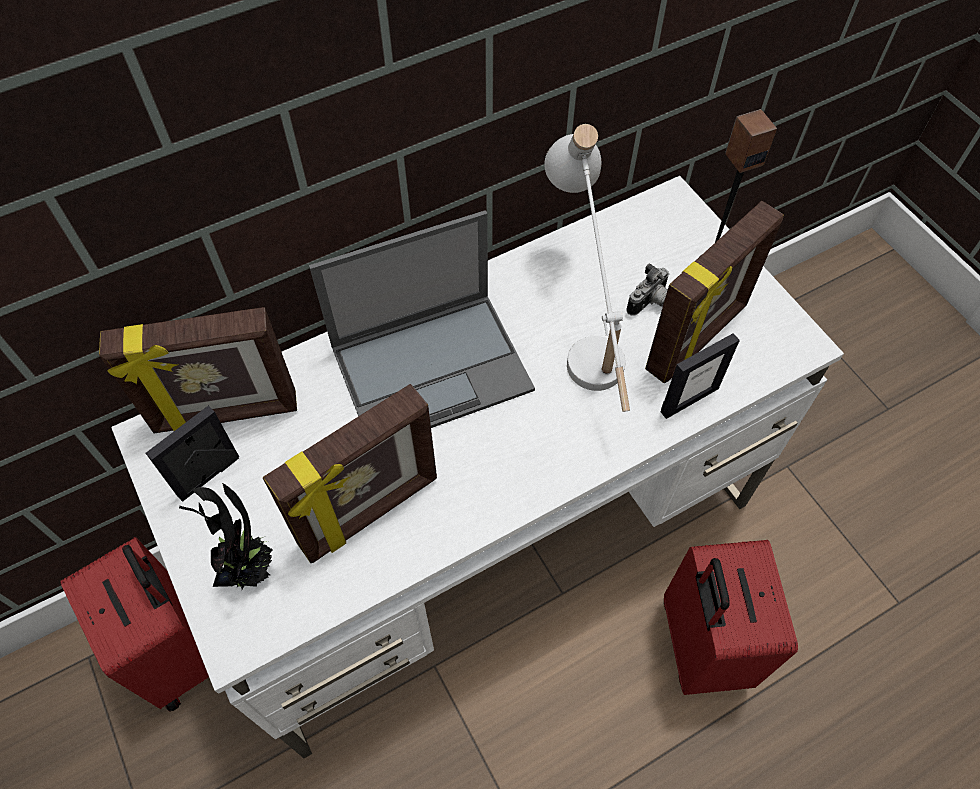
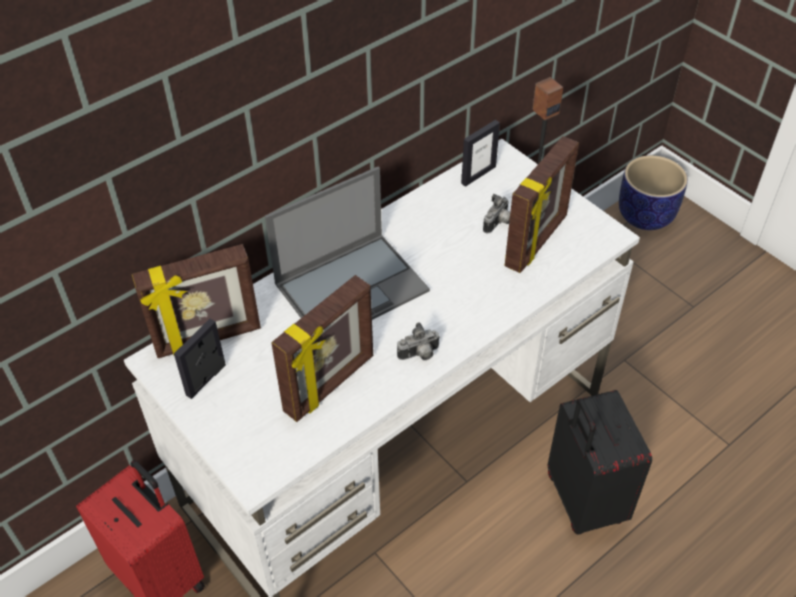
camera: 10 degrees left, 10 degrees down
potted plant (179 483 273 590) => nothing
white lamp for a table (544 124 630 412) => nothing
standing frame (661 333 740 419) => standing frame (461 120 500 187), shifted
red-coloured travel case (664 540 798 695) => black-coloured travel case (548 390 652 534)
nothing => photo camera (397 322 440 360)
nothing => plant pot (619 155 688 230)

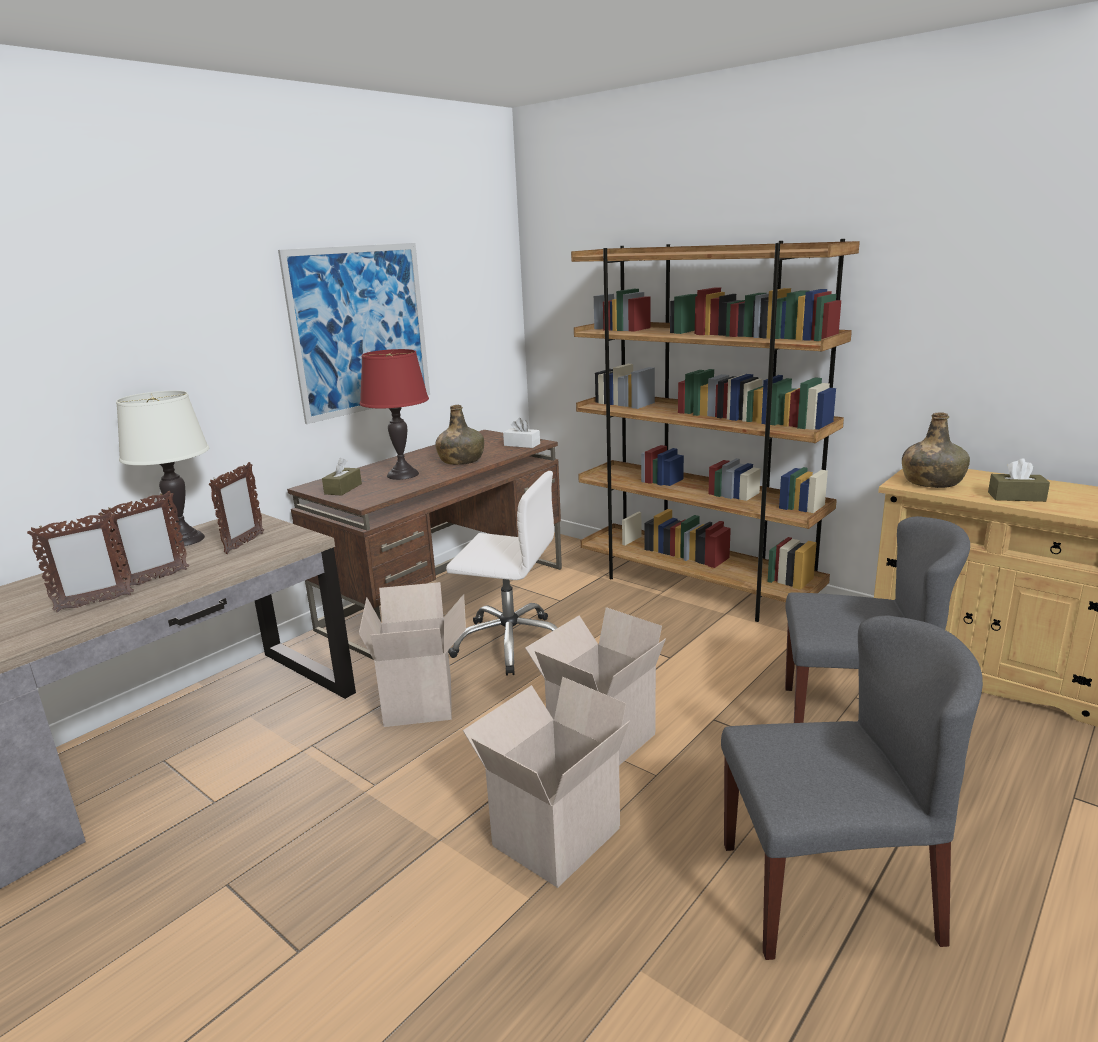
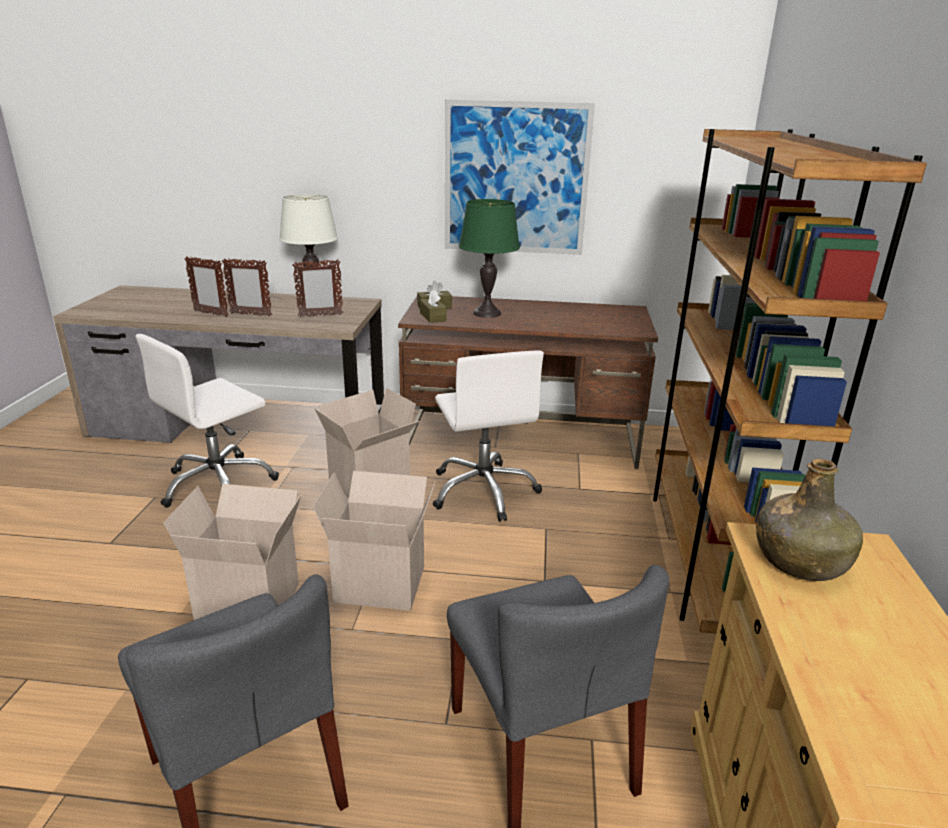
camera: 55 degrees right, 5 degrees up
red-coloured lamp for a table (360 349 429 480) => green lamp for a table (459 199 520 318)
green drink bottle (435 405 484 465) => nothing
white box of tissues (503 418 540 448) => nothing
brown box of tissues (988 458 1050 502) => brown box of tissues (420 290 447 323), shifted
nothing => white office chair (136 334 279 508)

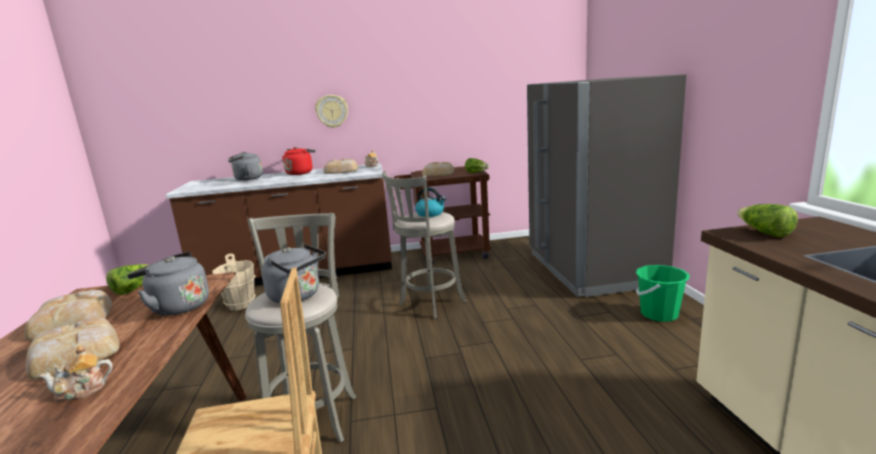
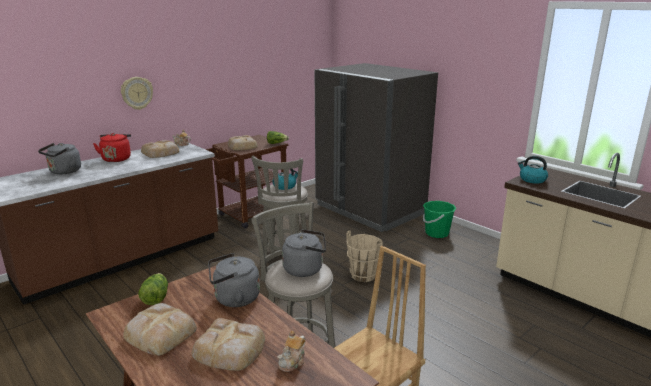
camera: 35 degrees left, 5 degrees up
beige-coloured water bucket (212 253 256 311) => beige-coloured water bucket (346 230 383 282), shifted
lettuce head (737 204 798 238) => water kettle (518 156 548 184)

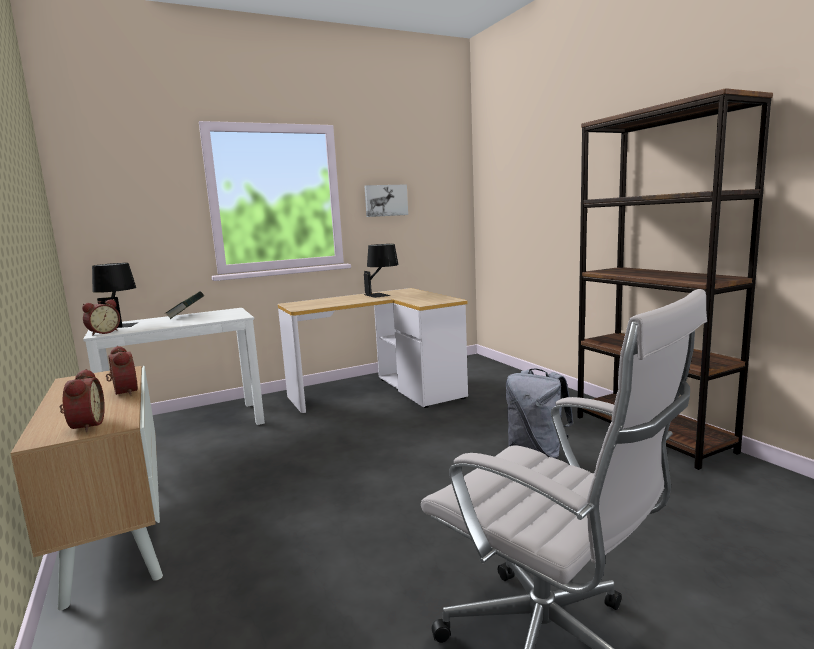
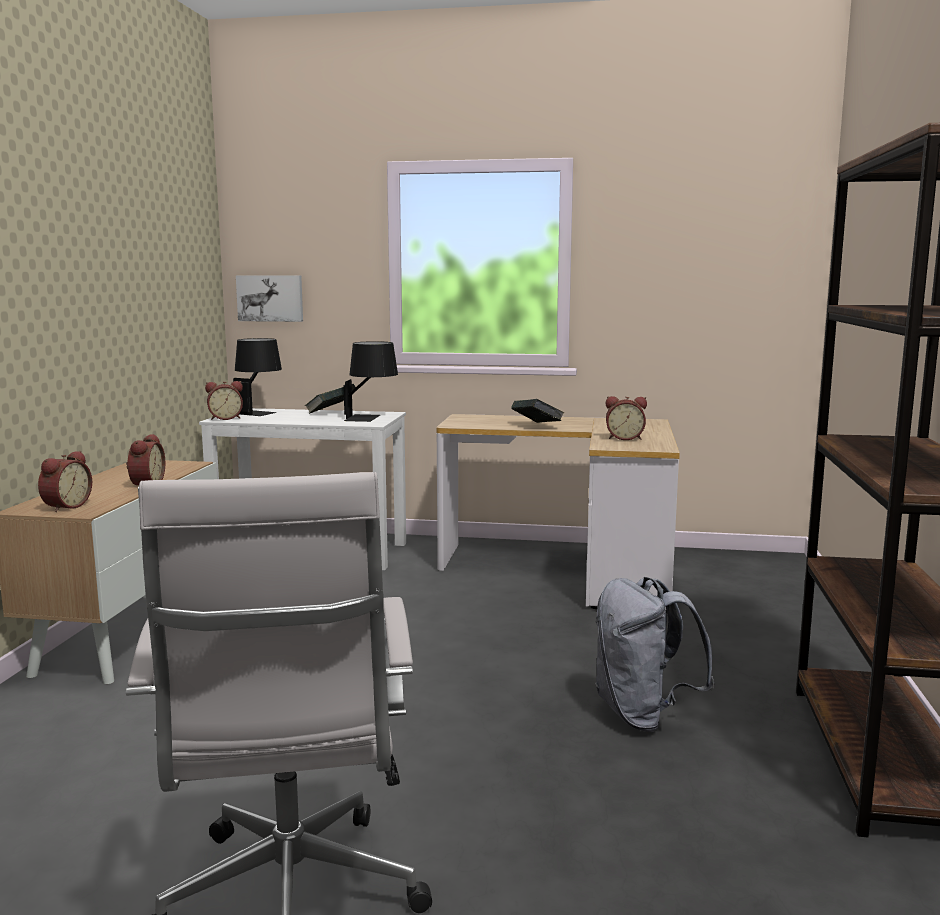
camera: 35 degrees right, 0 degrees up
black-coloured lamp for a table (364 244 399 298) => black-coloured lamp for a table (344 341 398 422), shifted
wall art (365 184 408 217) => wall art (236 276 303 322), shifted
nothing => volume (511 399 564 423)
nothing => table clock (606 396 647 440)

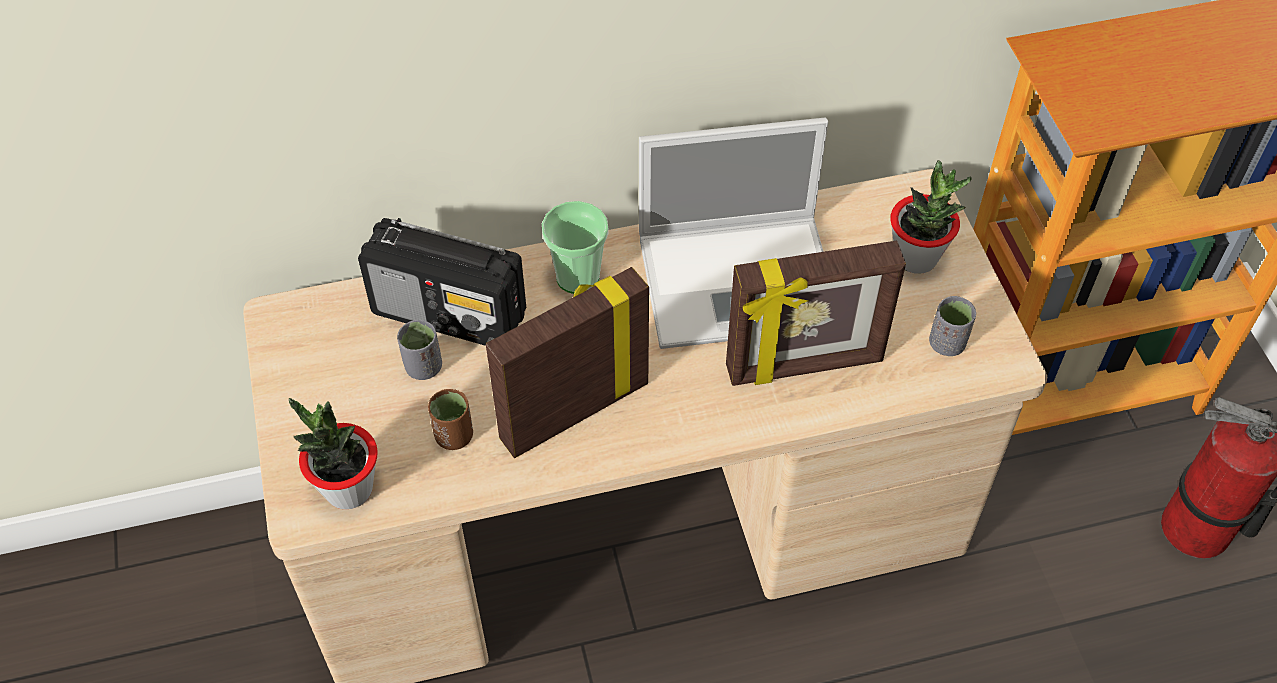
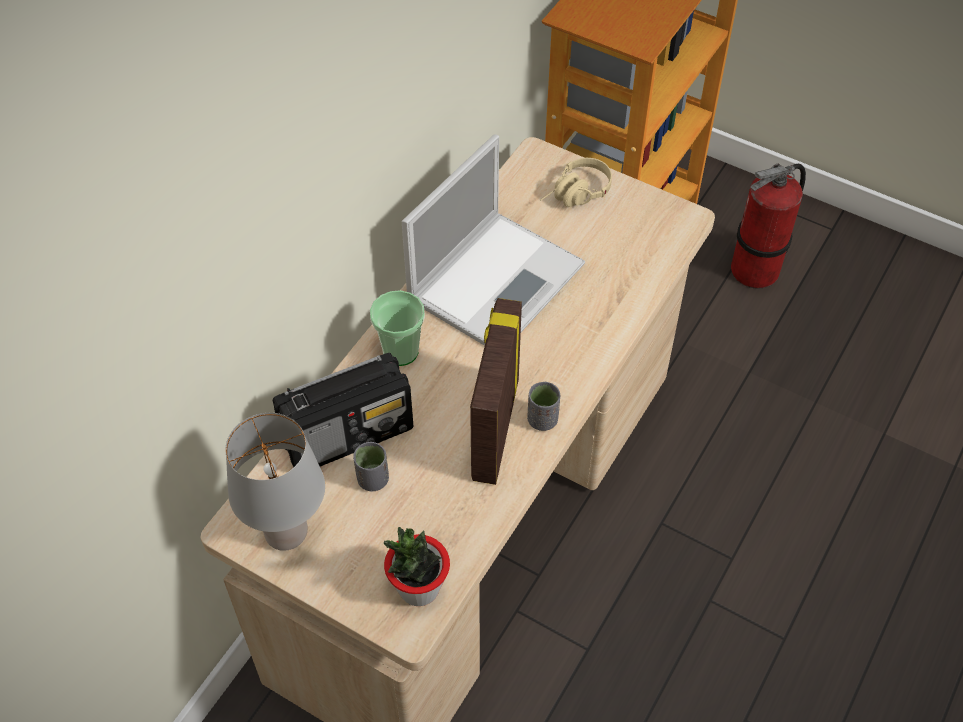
camera: 45 degrees left, 0 degrees up
brown drinking cup (428 389 473 450) => nothing
standing frame (726 241 906 386) => nothing
potted plant (890 160 972 274) => beige-coloured pair of headphones (540 158 612 207)
gray drinking cup (929 296 976 356) => gray drinking cup (527 382 560 431), shifted
nothing => gray lamp for a table (225 413 325 551)

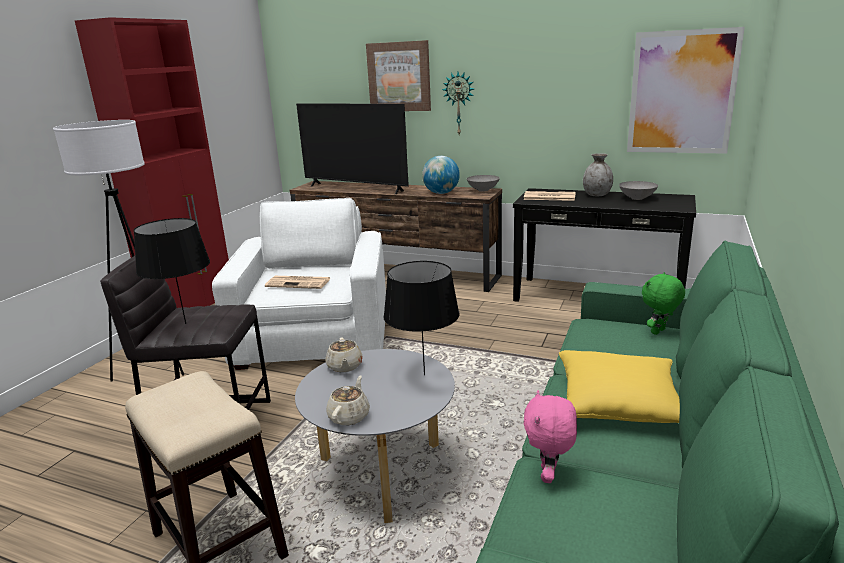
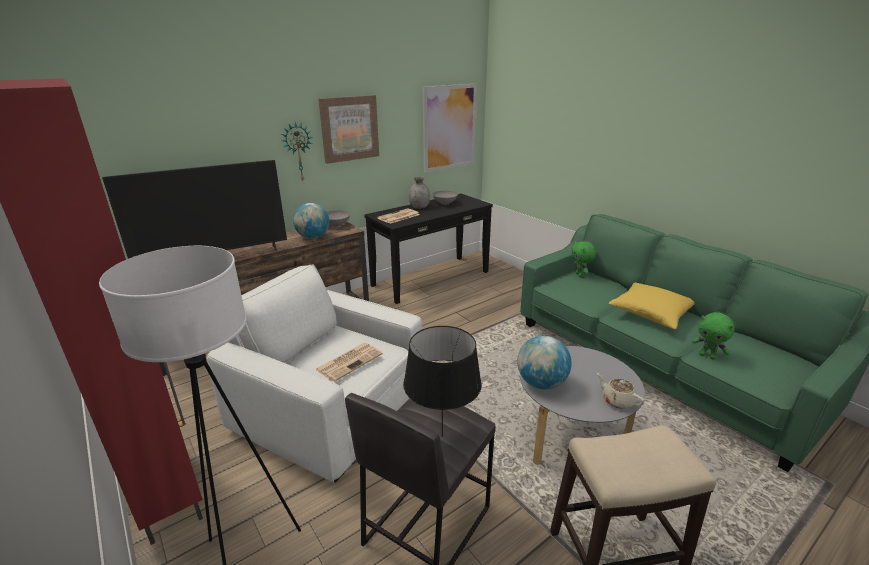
camera: 60 degrees left, 5 degrees up
beige-coloured tea pot (325 338 363 372) => world globe (517 336 572 389)
wall art (366 40 431 111) => wall art (318 95 379 164), shifted
black-coloured lamp for a table (383 261 459 375) => nothing
pink cuddly toy (524 390 577 483) => green cuddly toy (692 312 735 360)

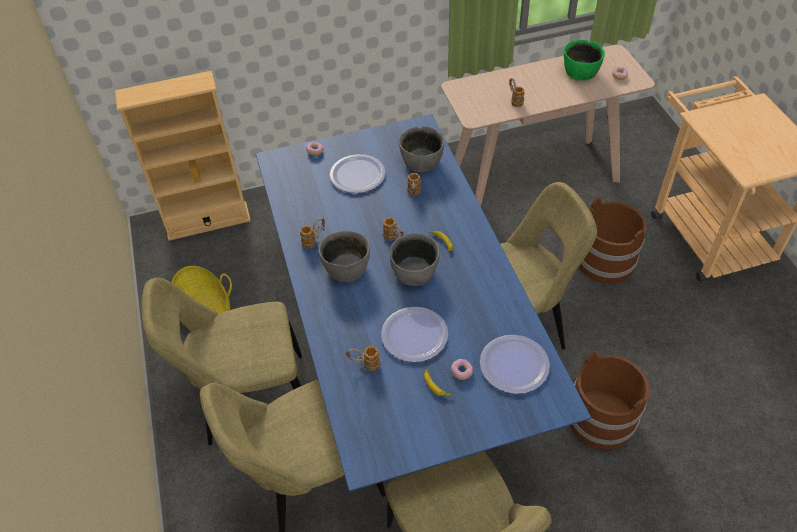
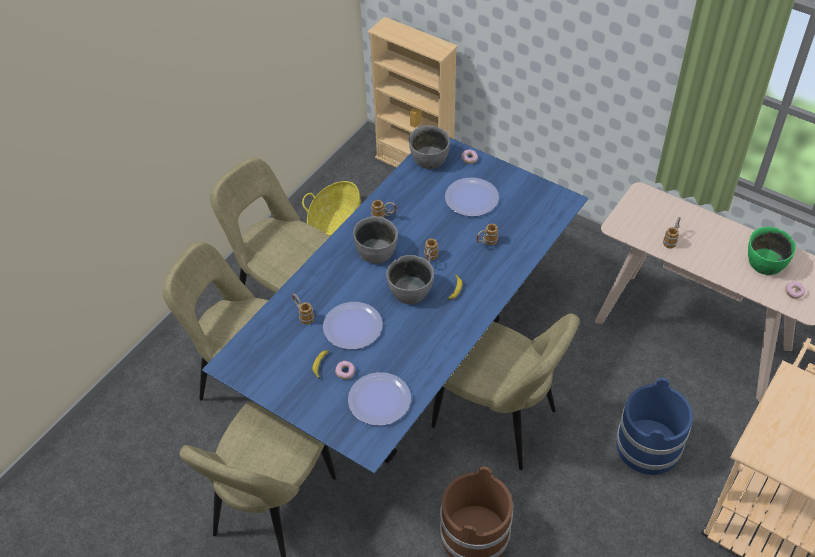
camera: 50 degrees right, 0 degrees up
gray bowl (399 126 444 172) => gray bowl (409 125 450 169), shifted
brown water bucket (579 198 647 284) => blue water bucket (616 378 693 475)

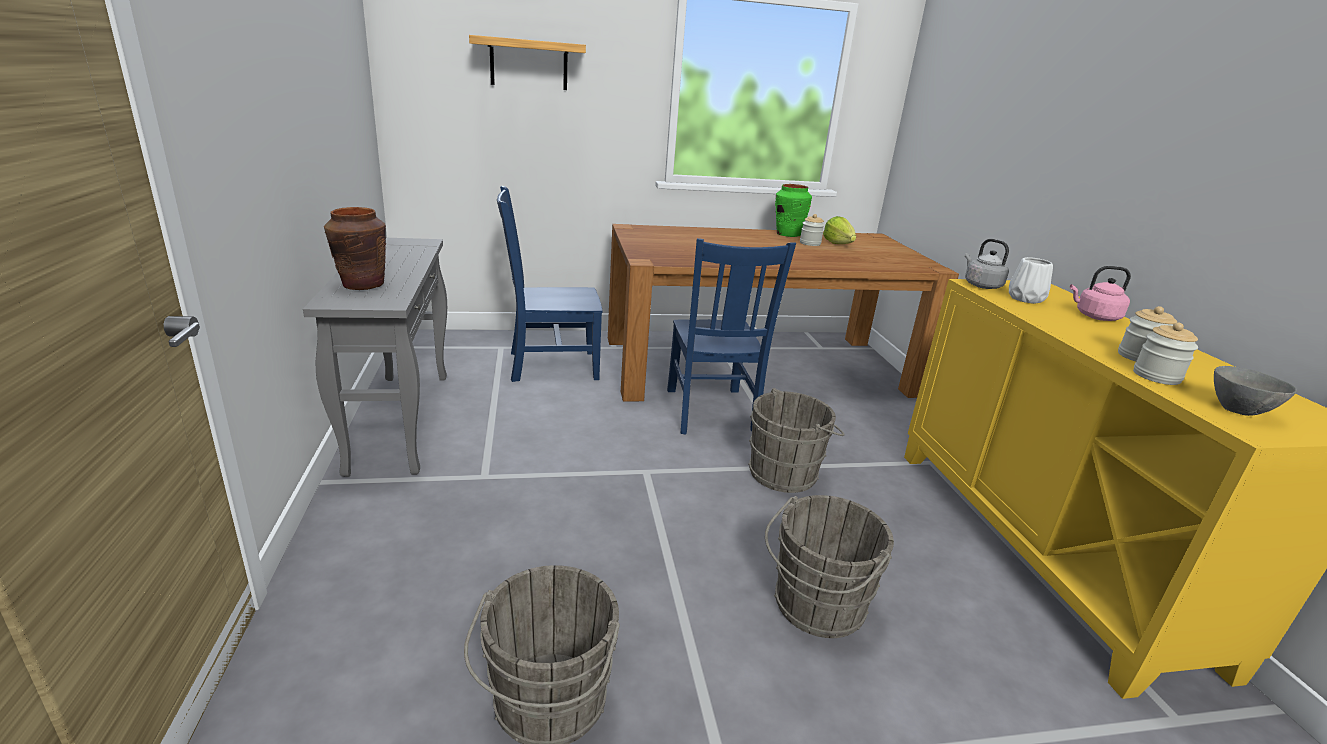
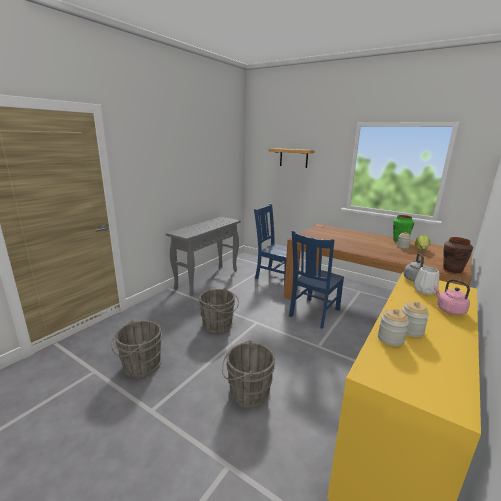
camera: 45 degrees right, 5 degrees down
brown flower vase (324 207 386 290) => brown flower vase (443 237 473 273), shifted
gray water bucket (748 388 845 493) => gray water bucket (199 288 239 333), shifted
gray bowl (1214 366 1297 416) => nothing

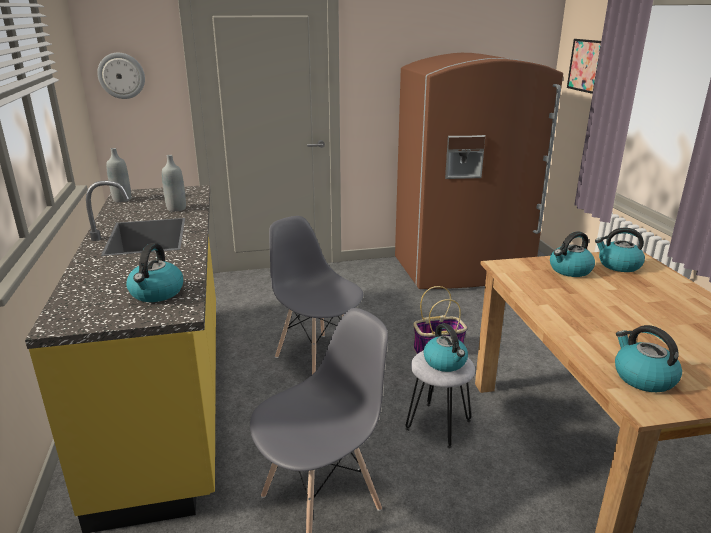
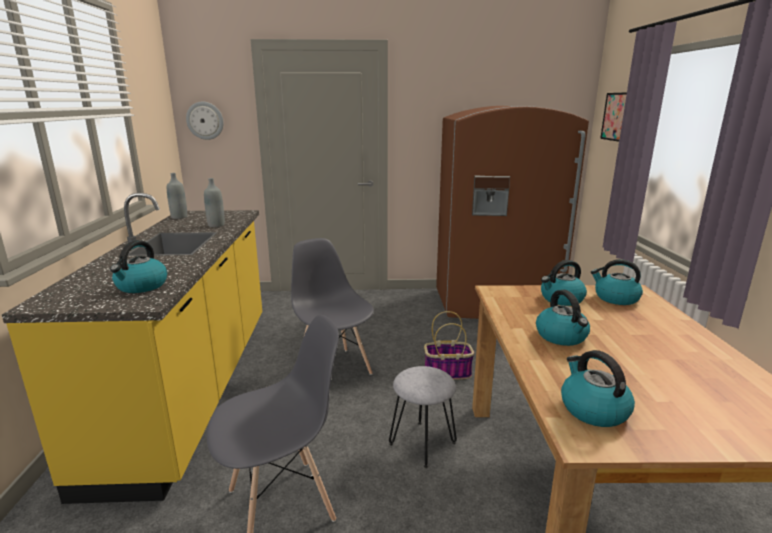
camera: 10 degrees right, 5 degrees down
water kettle (423 323 468 372) => water kettle (536 290 590 346), shifted

